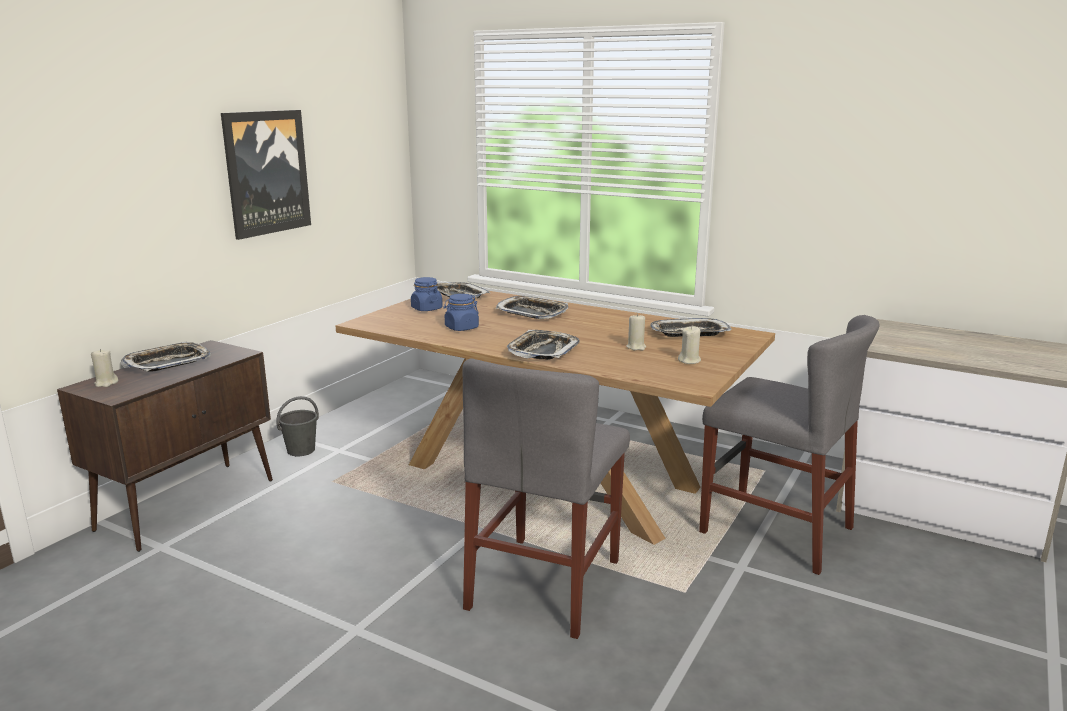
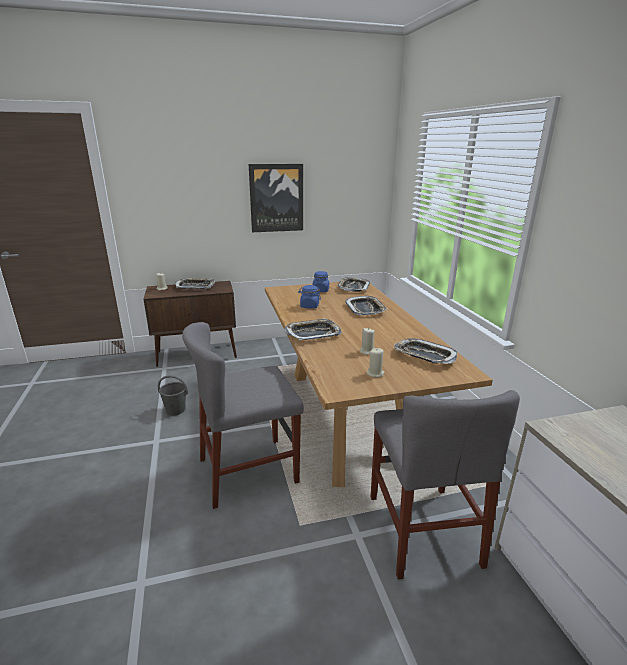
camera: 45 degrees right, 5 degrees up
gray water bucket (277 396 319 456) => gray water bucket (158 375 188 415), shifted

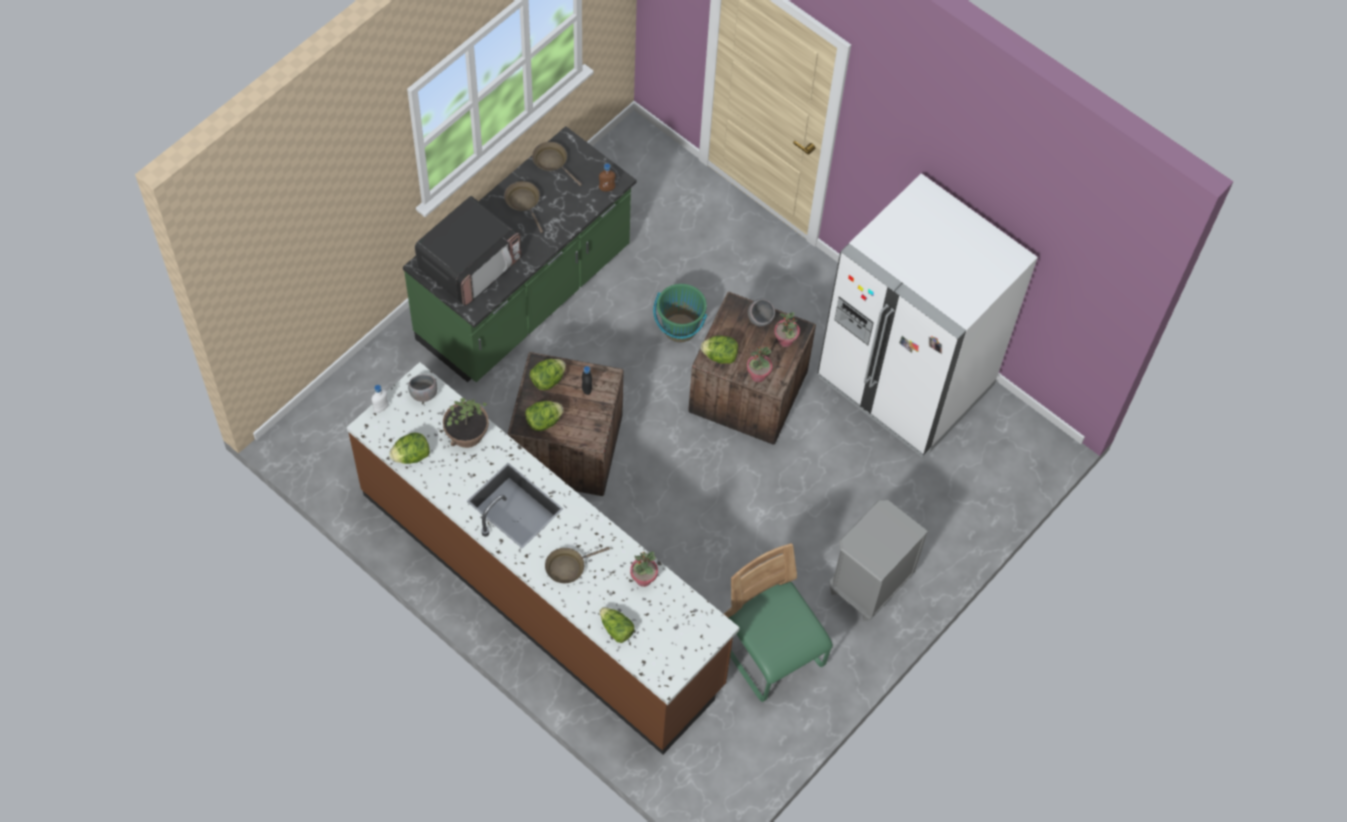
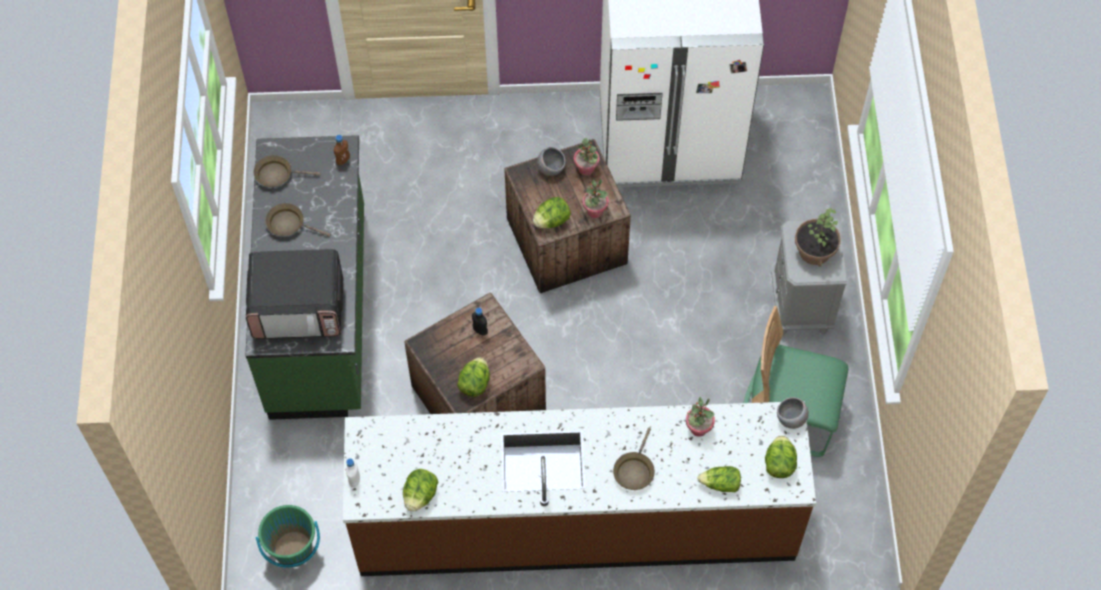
camera: 40 degrees left, 0 degrees up
gray bowl (408 374 437 402) => gray bowl (777 397 809 429), shifted
kitchen microwave (415 196 521 306) => kitchen microwave (246 249 343 339), 90 degrees clockwise
potted plant (443 398 489 448) => potted plant (795 208 841 267), shifted
lettuce head (529 359 566 390) => lettuce head (765 436 797 478), shifted
green water bucket (653 284 707 342) => green water bucket (256 505 320 568), shifted

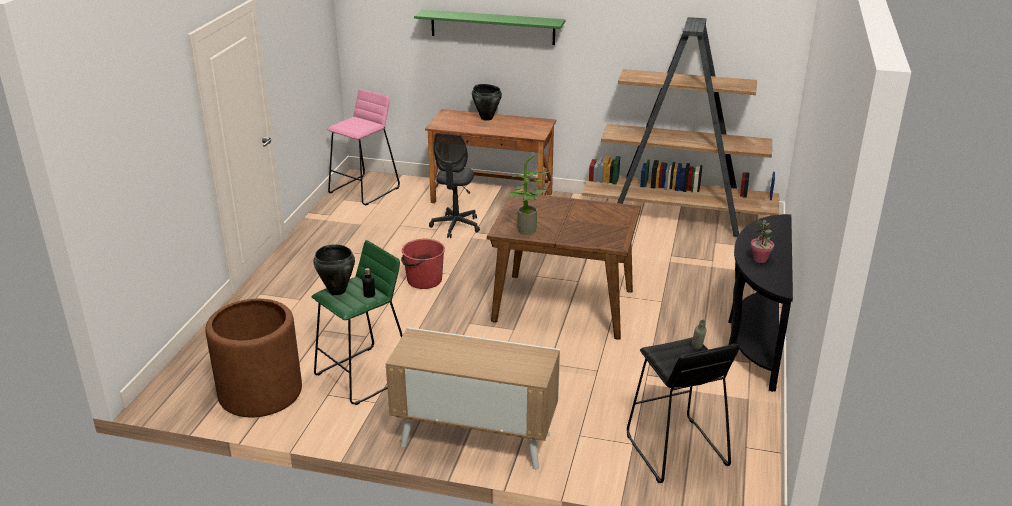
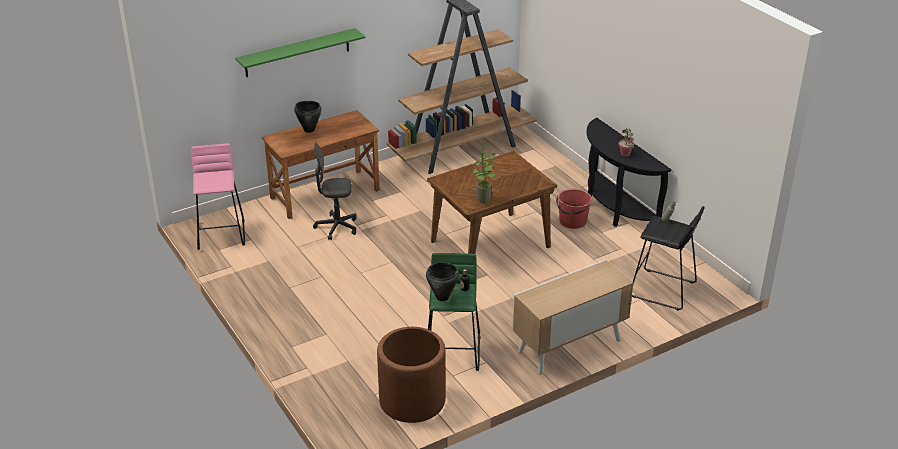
camera: 45 degrees left, 5 degrees up
red-coloured water bucket (401 239 445 289) => red-coloured water bucket (556 189 592 229), shifted
gray office chair (429 133 480 238) => gray office chair (313 143 357 240), 120 degrees clockwise

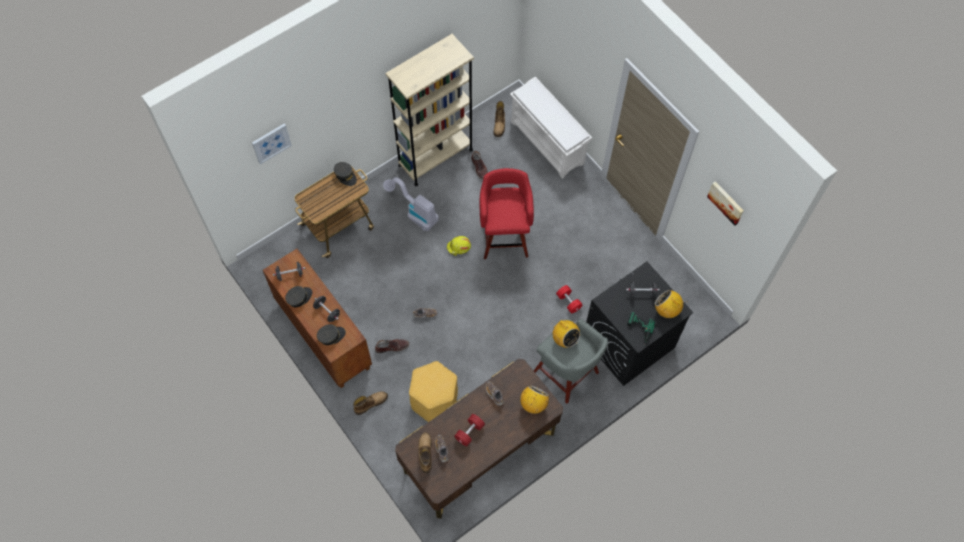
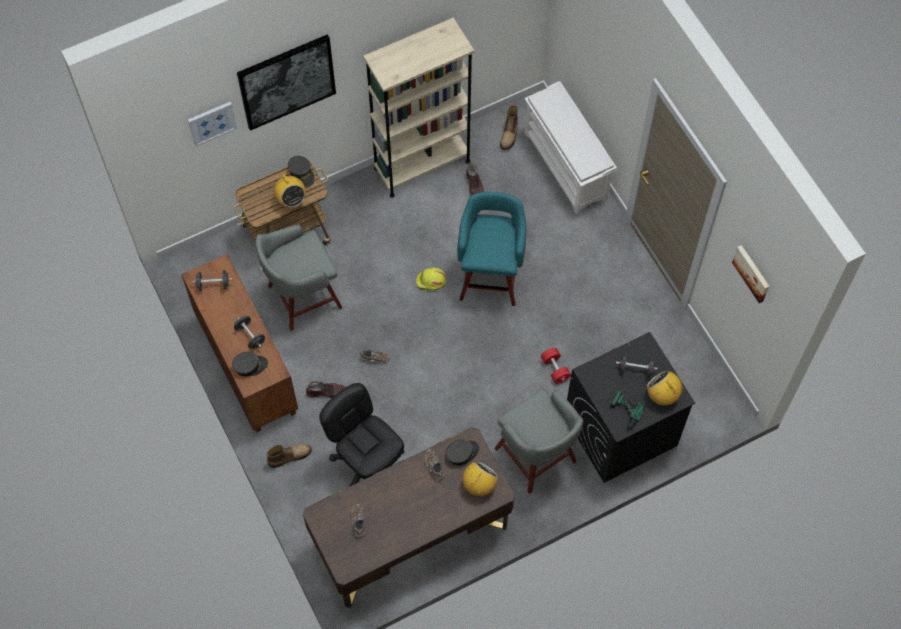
camera: 10 degrees right, 0 degrees up
gray cap (285 286 312 307) => gray cap (446 439 479 465), shifted
hoover (383 177 439 231) => nothing
yellowish sitting stool (409 361 458 422) => black-coloured office chair (319 383 405 486)
high-top boot (418 432 432 473) => nothing
red-coloured free weight (454 414 485 446) => nothing
red-coloured sitting stool (480 168 534 259) => blue-green sitting stool (457 192 526 306)
radio (553 320 580 348) => radio (273 174 306 208), shifted
nothing => wall art (237 34 336 131)
nothing => gray sitting stool (255 224 342 331)

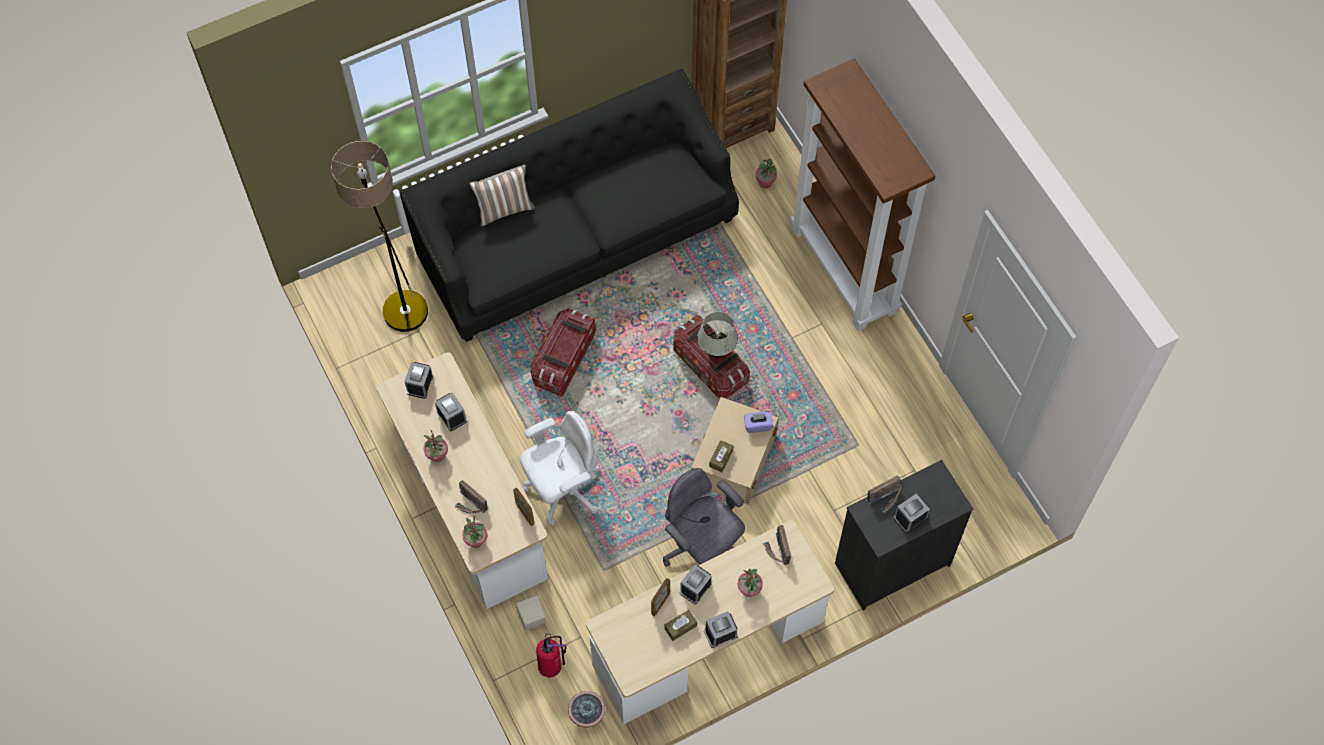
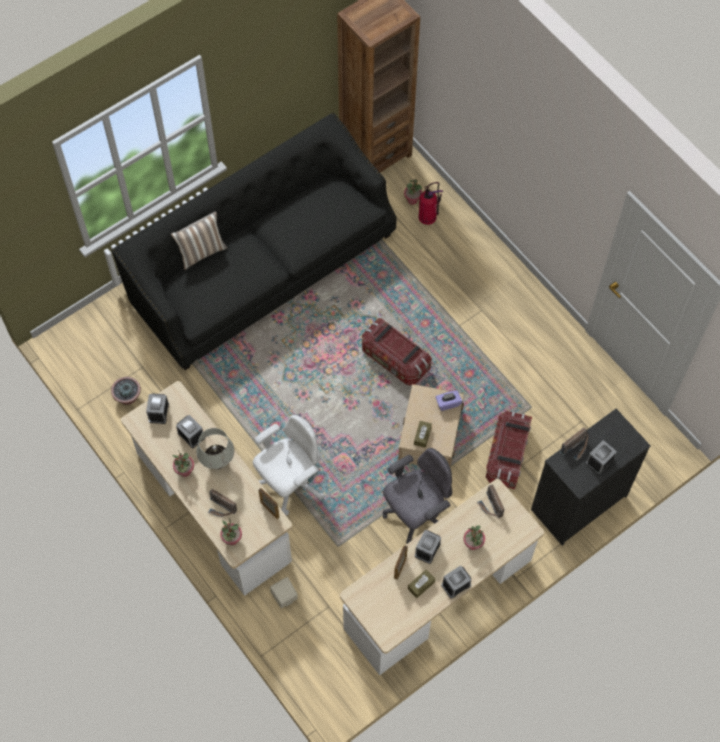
camera: 10 degrees left, 0 degrees up
floor lamp (331 141 428 332) => nothing
storage bin (530 308 596 396) => storage bin (486 411 532 489), shifted
fire extinguisher (536 634 567 677) => fire extinguisher (419 182 443 225), shifted
potted plant (568 691 605 728) => potted plant (111 377 141 405), shifted
gray office chair (663 468 745 567) => gray office chair (383 448 452 544), 105 degrees clockwise
white lamp for a table (697 312 738 358) => white lamp for a table (196 428 234 469), shifted
brown shelving unit (790 59 935 331) => nothing

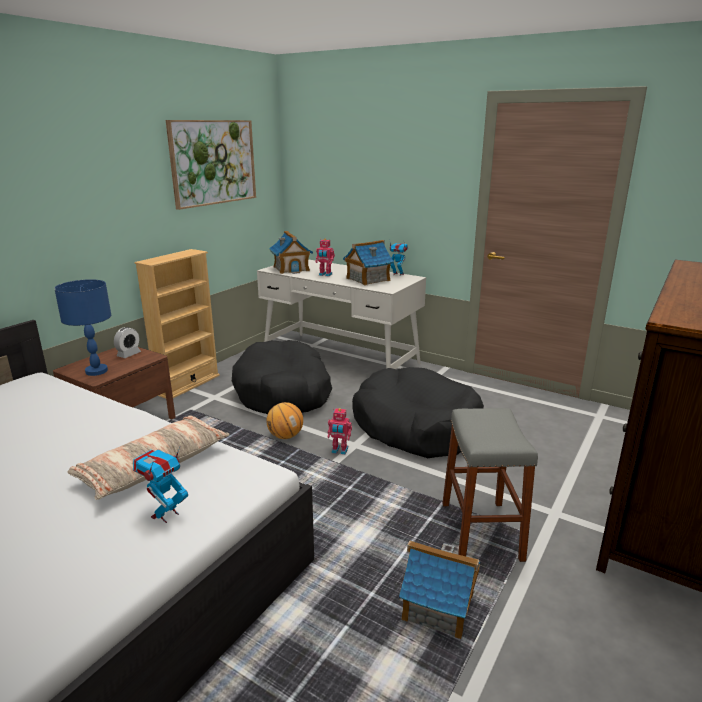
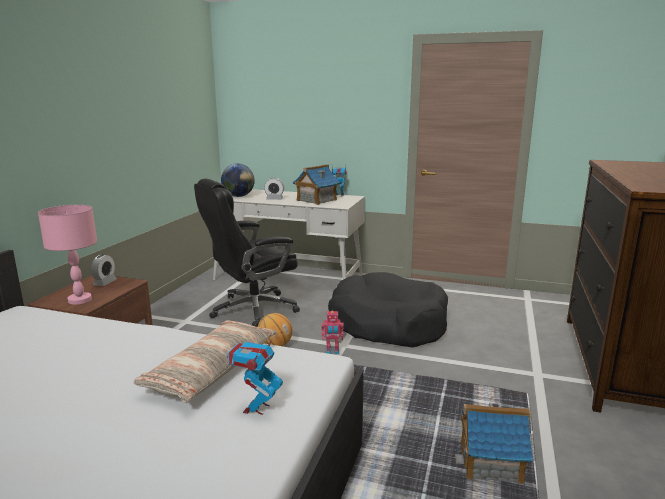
camera: 15 degrees left, 5 degrees down
blue lamp for a table (54 279 111 376) => pink lamp for a table (38 205 97 305)
beige-coloured shelving unit (134 249 220 399) => nothing
wall art (166 120 256 210) => nothing
black-coloured pet bed (232 340 332 414) => black-coloured office chair (194 179 300 327)
toy house (269 231 313 274) => world globe (221 163 255 197)
model robot (316 238 335 276) => table clock (264 178 284 200)
gray sitting stool (442 408 538 562) => nothing

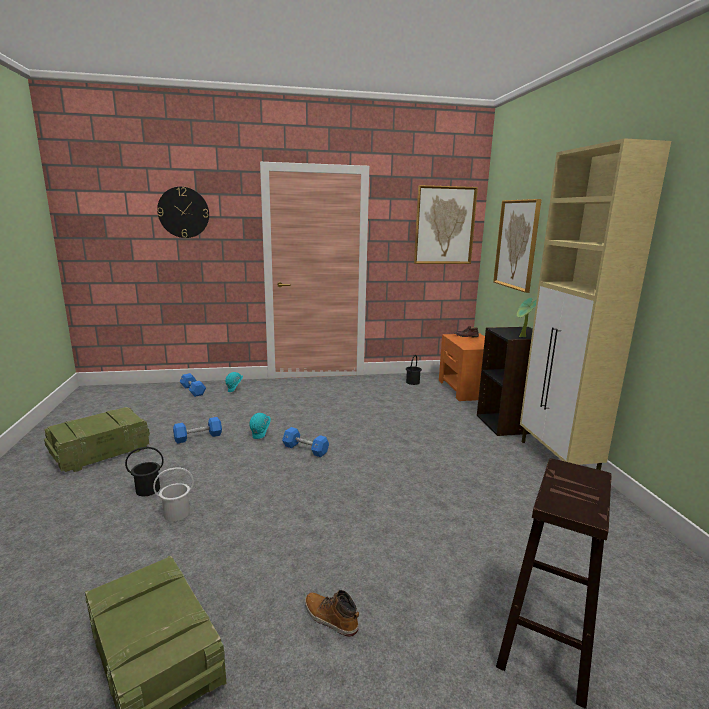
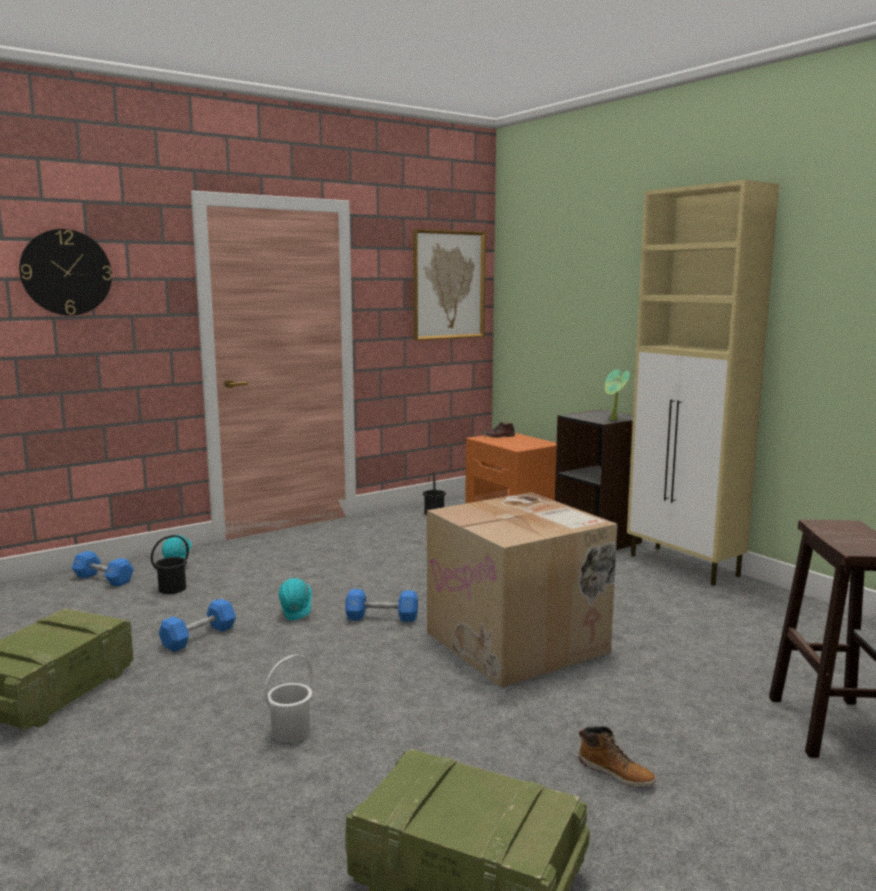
camera: 25 degrees left, 5 degrees down
black-coloured water bucket (125 447 164 496) => black-coloured water bucket (151 535 189 594), shifted
high-top boot (305 590 359 637) => high-top boot (579 726 656 788), 150 degrees counterclockwise
wall art (493 199 542 293) => nothing
nothing => carton (427 492 617 688)

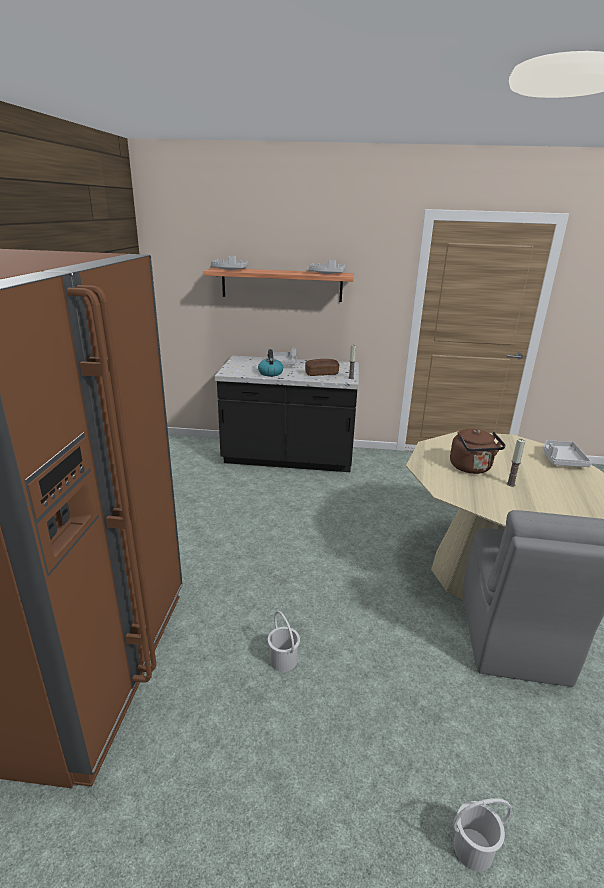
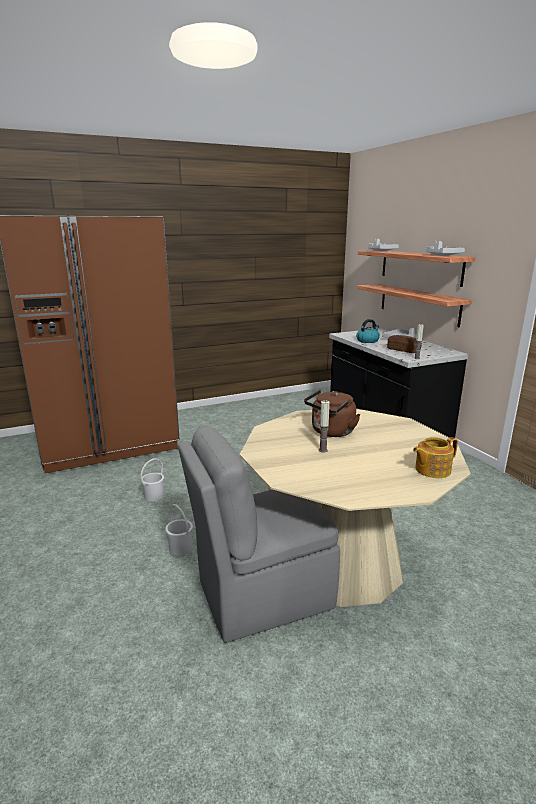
camera: 60 degrees right, 5 degrees down
white water bucket (453 798 512 872) => white water bucket (165 504 193 555), shifted
gray carrying tray (543 440 591 467) => tea pot (413 437 458 478)
nothing => bracket shelf (357 284 472 327)

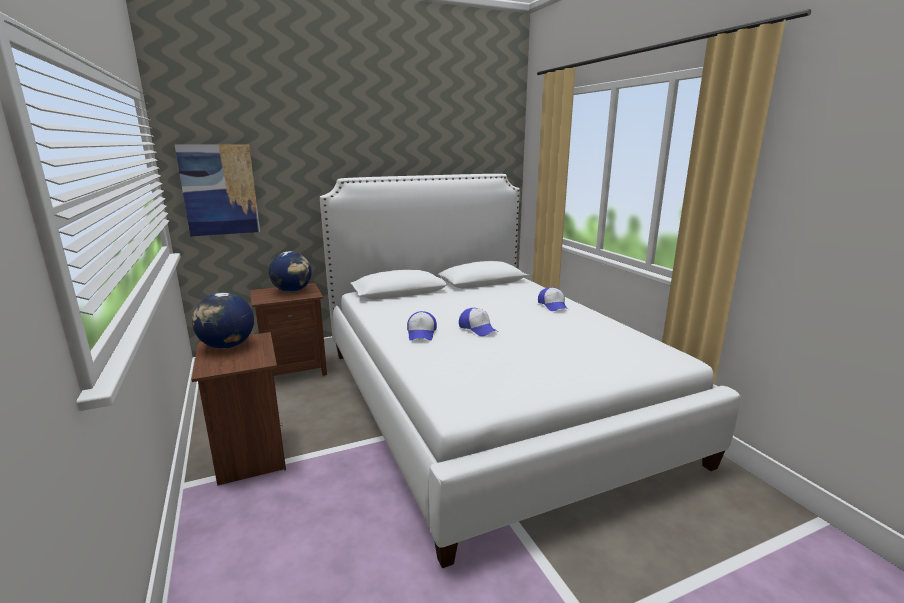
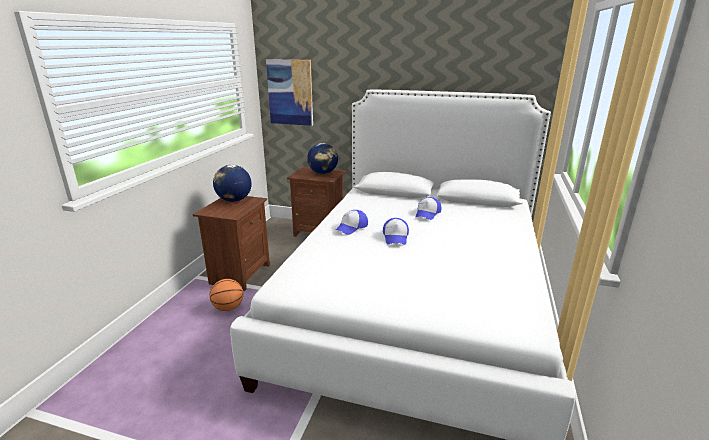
camera: 40 degrees right, 5 degrees up
cap (538 287 568 311) => cap (415 197 441 220), shifted
nothing => basketball (209 279 243 311)

